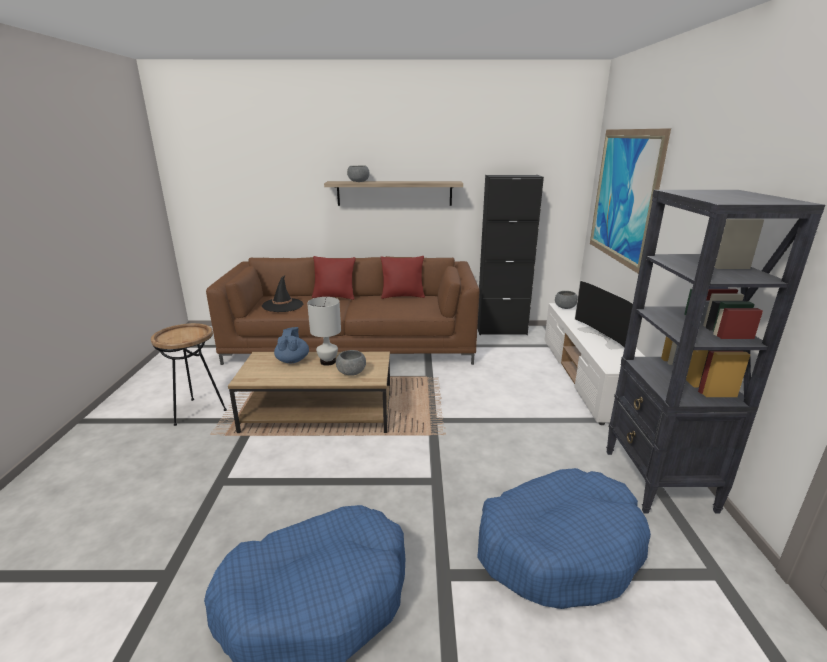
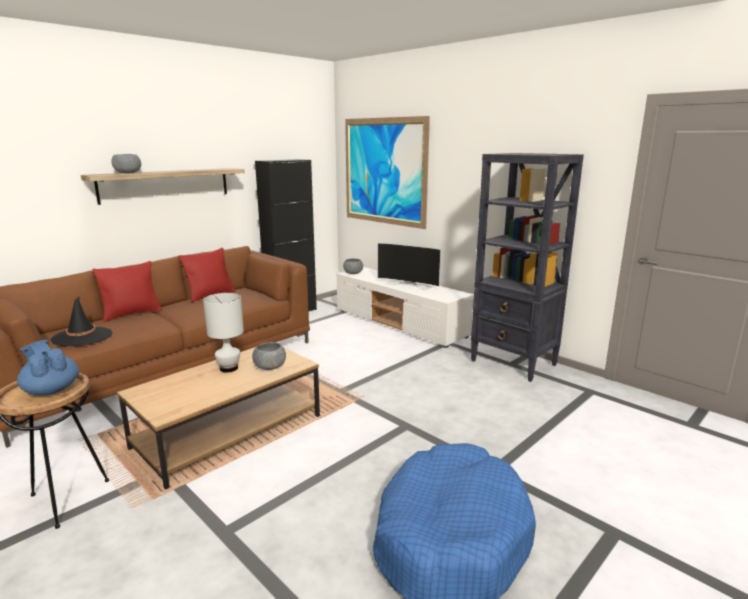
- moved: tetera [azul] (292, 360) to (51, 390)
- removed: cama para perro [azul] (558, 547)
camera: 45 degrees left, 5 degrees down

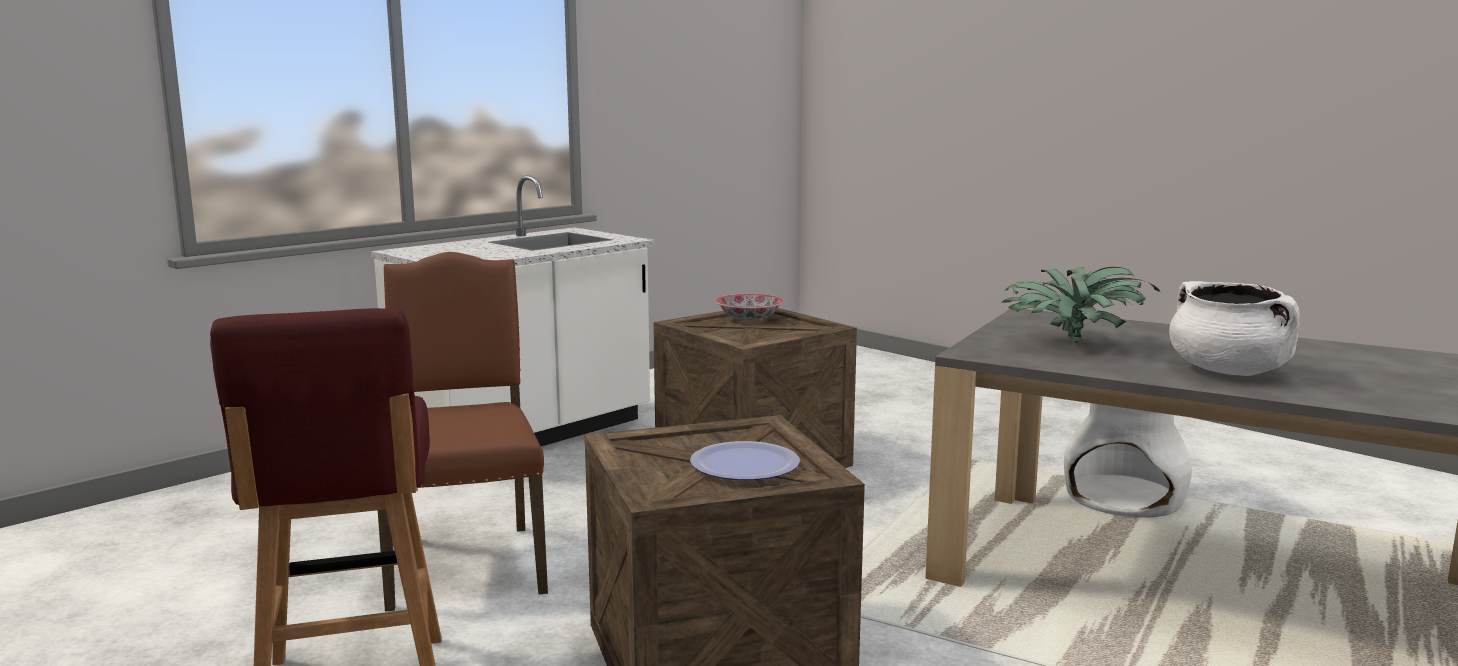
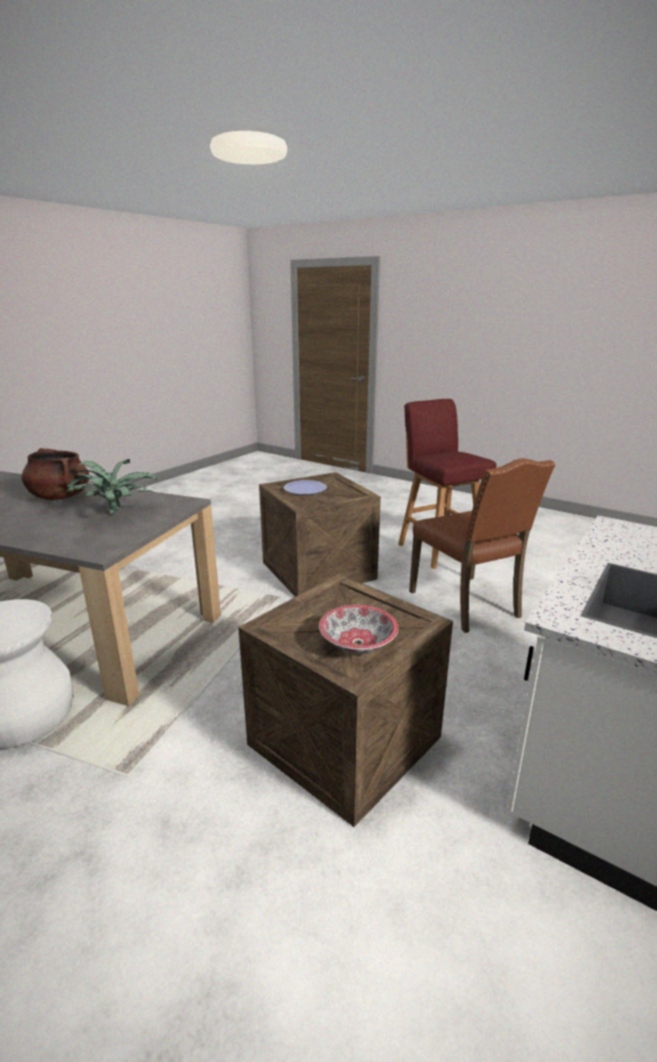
- recoloured: olla [blanco] (1229, 371) to olla [marrón] (60, 496)
camera: 170 degrees right, 10 degrees up

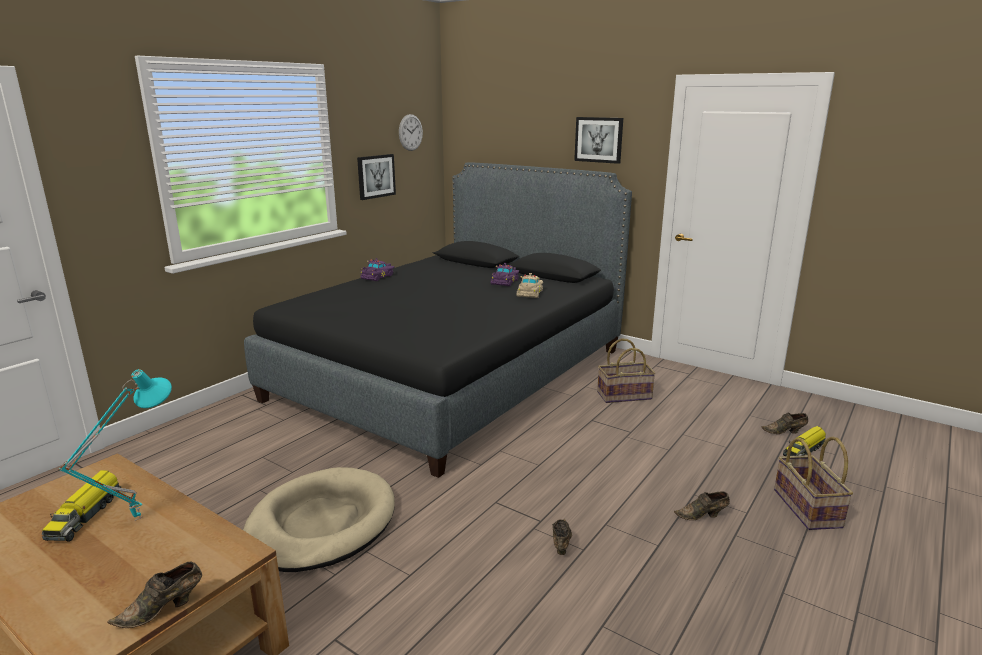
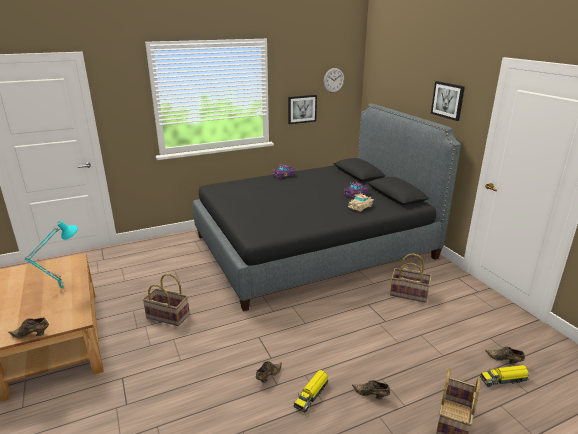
- replaced: cama para perro [beis] (321, 524) to cesta (167, 316)
- moved: camión de juguete (86, 515) to (311, 394)
camera: 30 degrees right, 5 degrees up

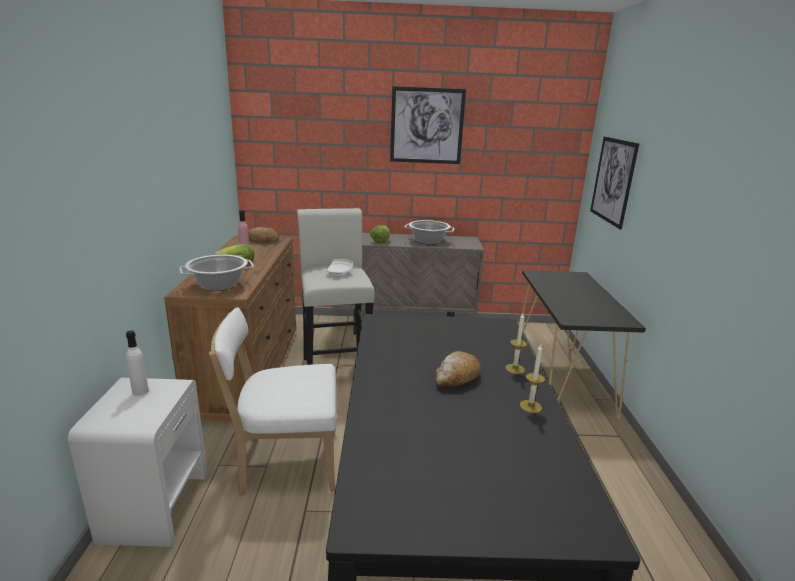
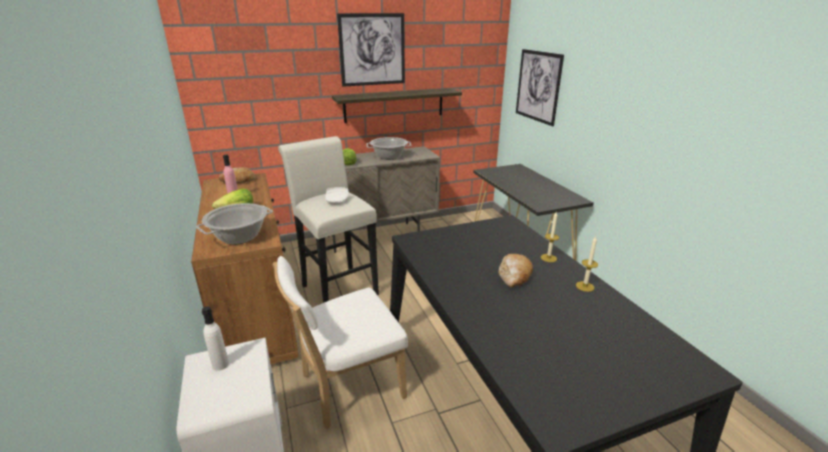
- added: estante (394, 105)
camera: 20 degrees left, 5 degrees up

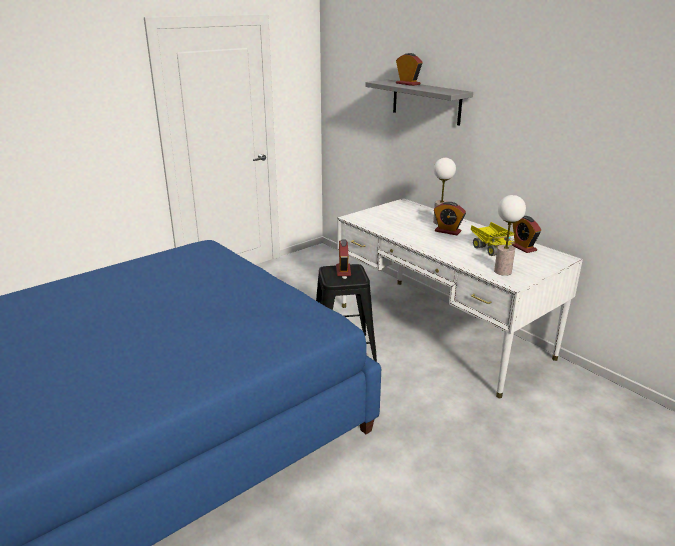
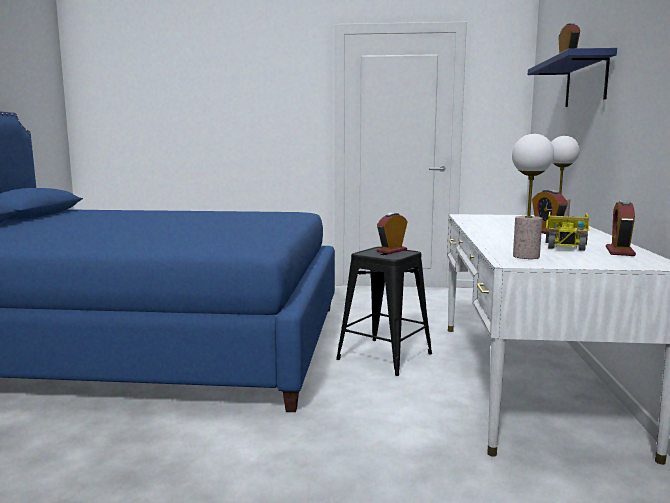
- recoloured: estante [gris] (426, 102) to estante [azul] (586, 81)
camera: 45 degrees right, 15 degrees down

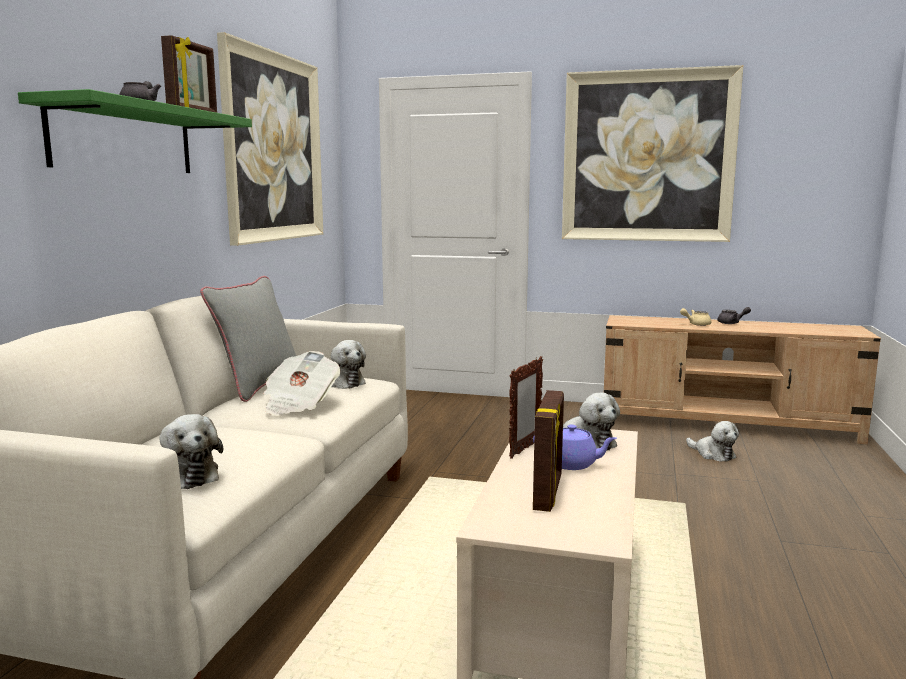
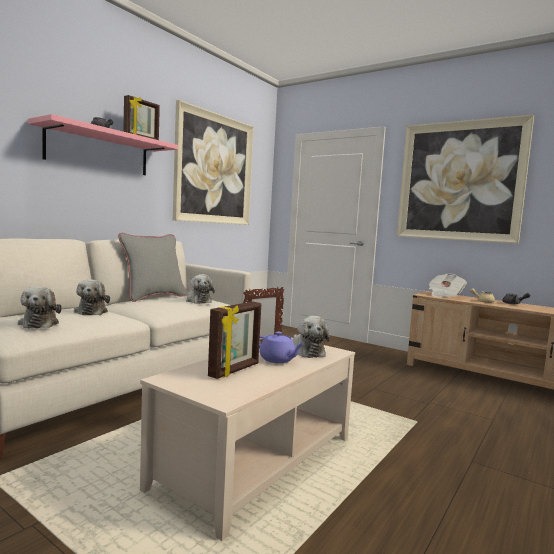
- recoloured: estante [verde] (124, 139) to estante [rosa] (99, 151)
- moved: periódico (299, 404) to (444, 295)
- moved: peluche (713, 454) to (91, 311)
camera: 20 degrees right, 5 degrees down

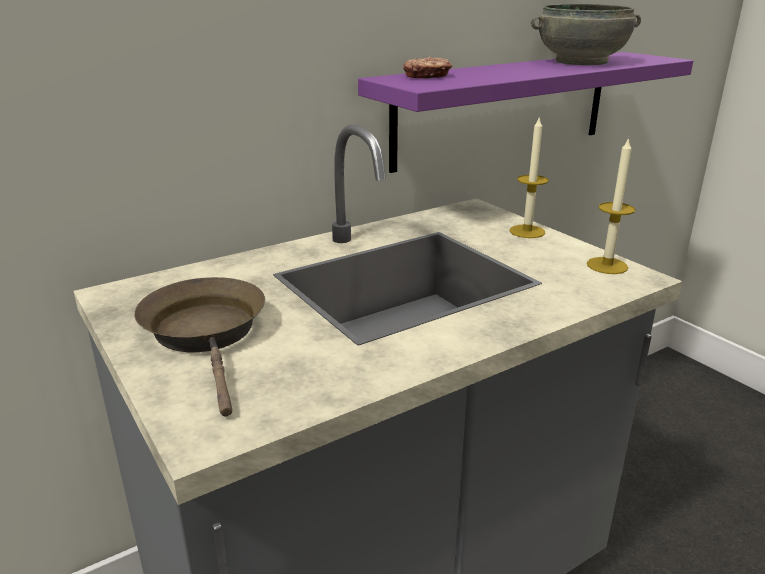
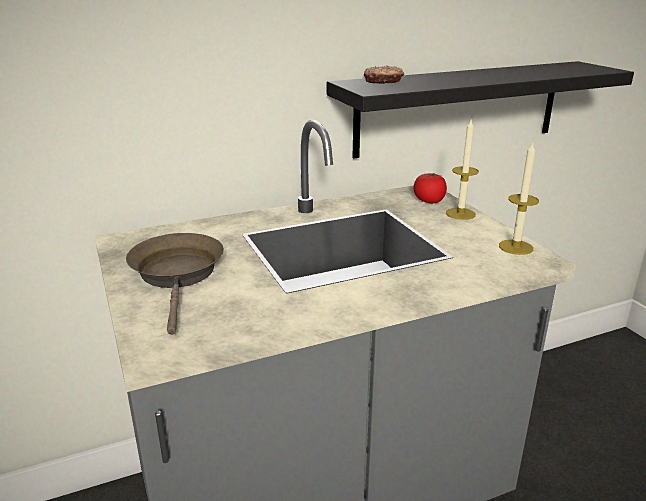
- removed: cuenco [gris] (580, 62)
- recoloured: estante [morado] (504, 108) to estante [negro] (459, 108)
- added: tomate (429, 201)
camera: 10 degrees right, 0 degrees up

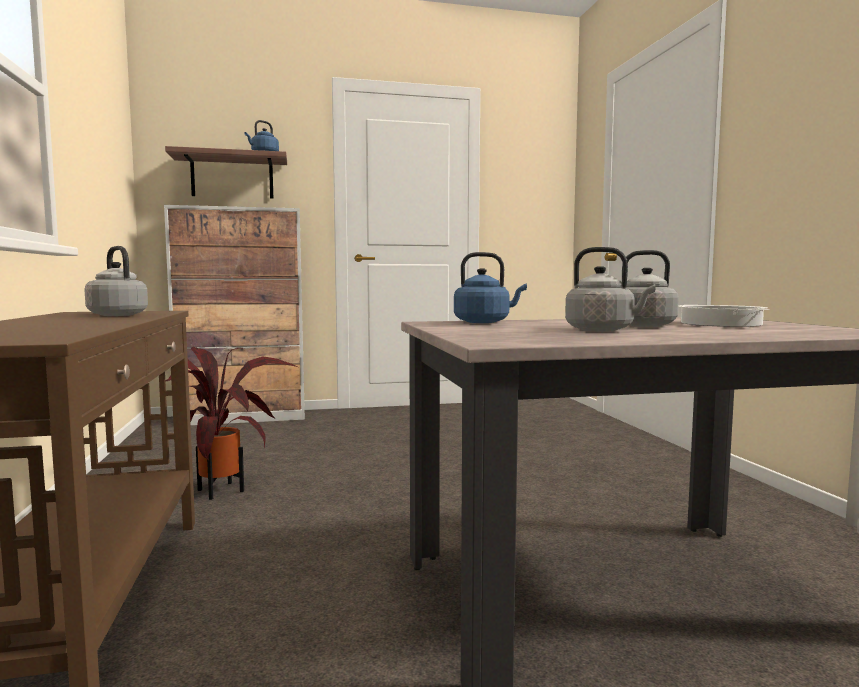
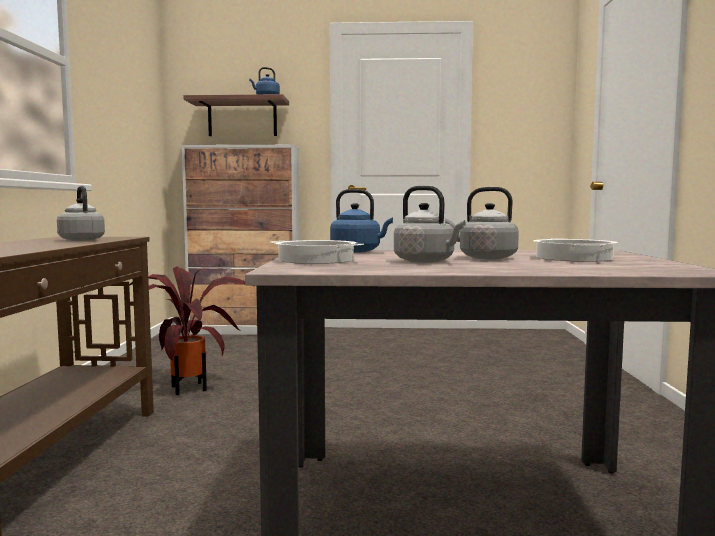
- added: olla (317, 260)
camera: 15 degrees right, 0 degrees up

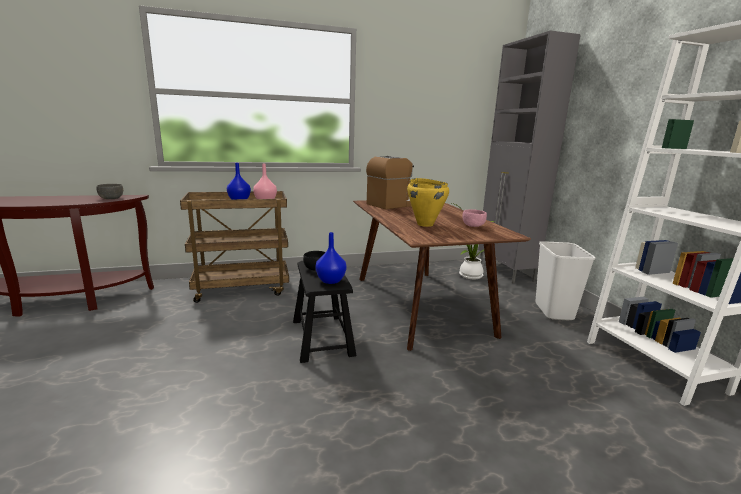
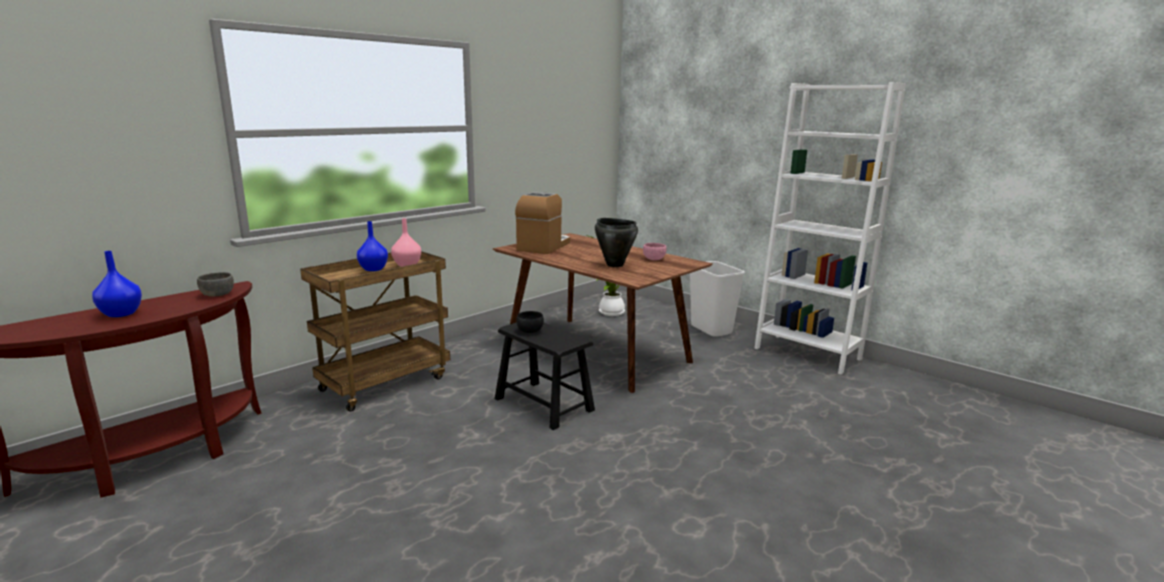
- removed: armario [gris] (505, 272)
- recoloured: olla [amarillo] (425, 224) to olla [negro] (614, 265)
- moved: florero [azul] (330, 280) to (120, 313)
camera: 30 degrees left, 0 degrees up

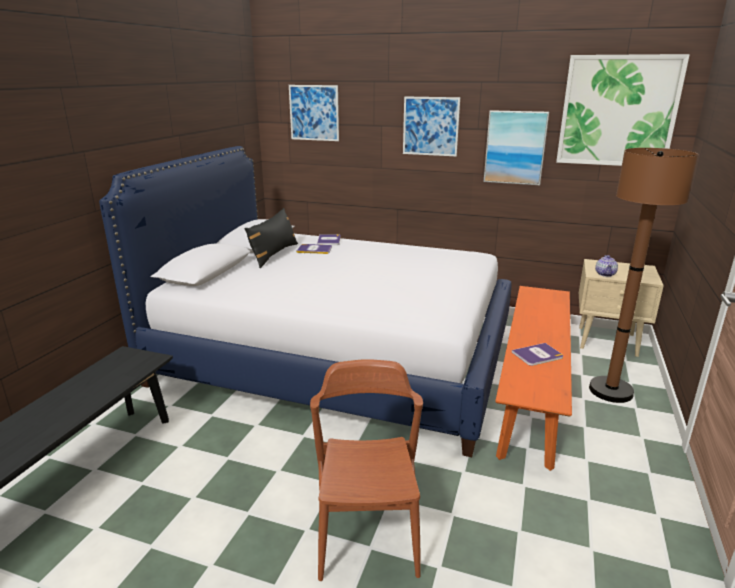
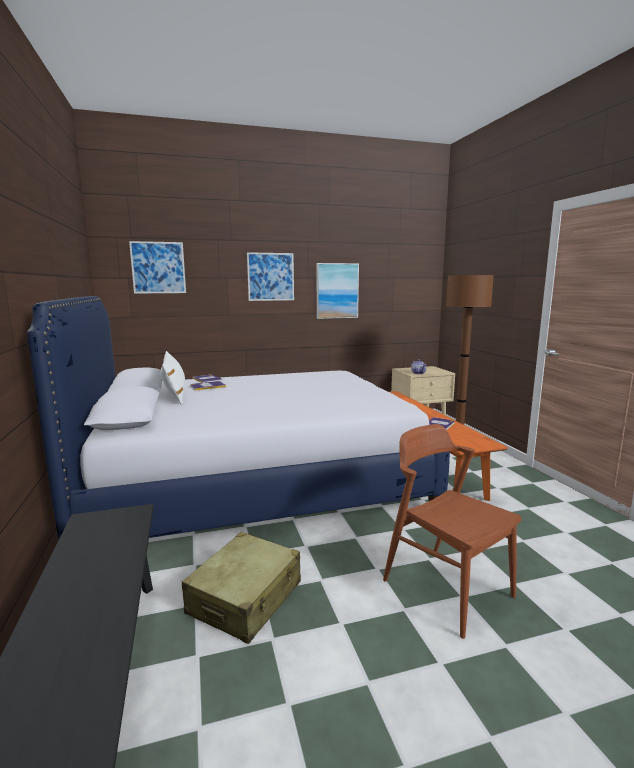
- removed: cuadro (618, 111)
- recoloured: cojín [negro] (273, 254) to cojín [blanco] (174, 394)
- added: maleta [beis] (245, 598)
camera: 35 degrees left, 10 degrees down

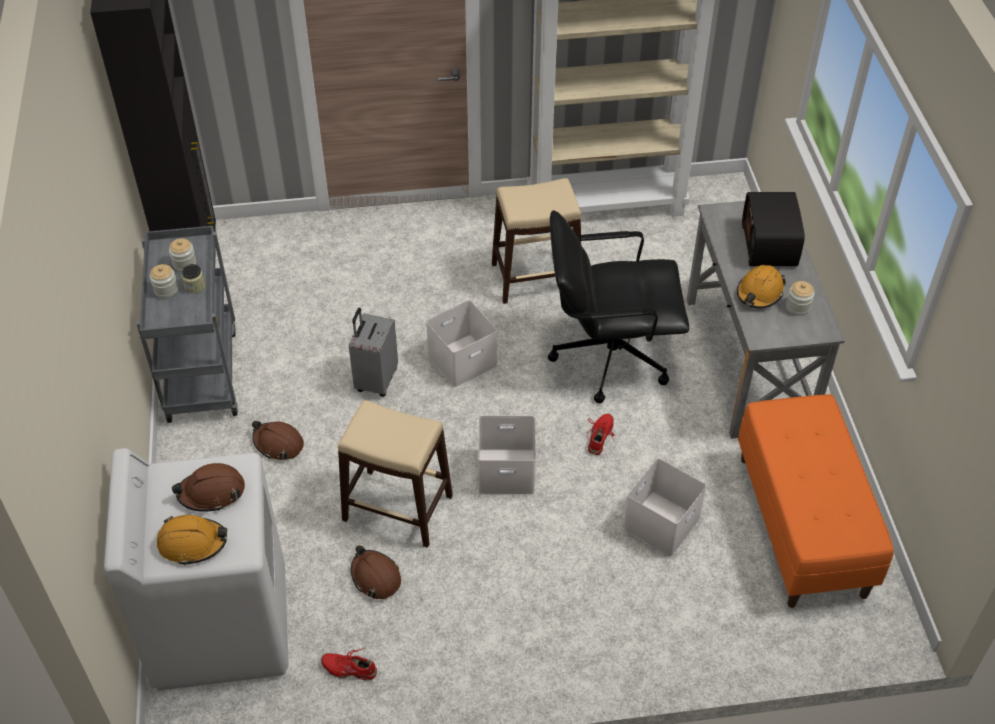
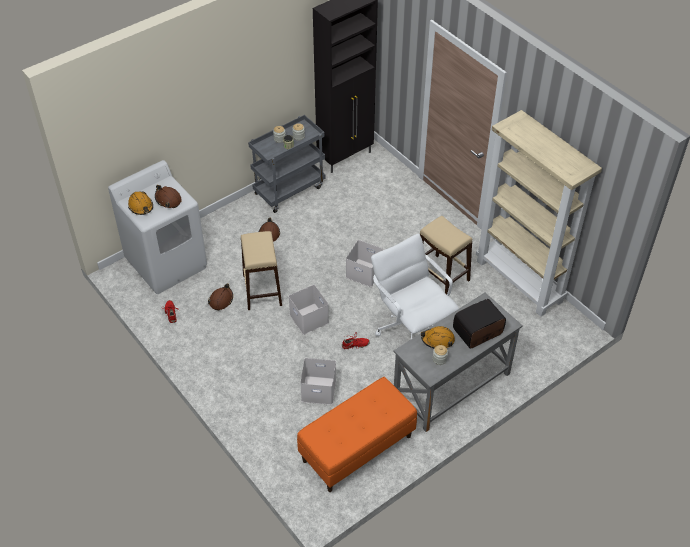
- recoloured: silla de oficina [negro] (609, 356) to silla de oficina [blanco] (411, 327)
- removed: maleta [gris] (375, 380)
camera: 60 degrees right, 0 degrees up

